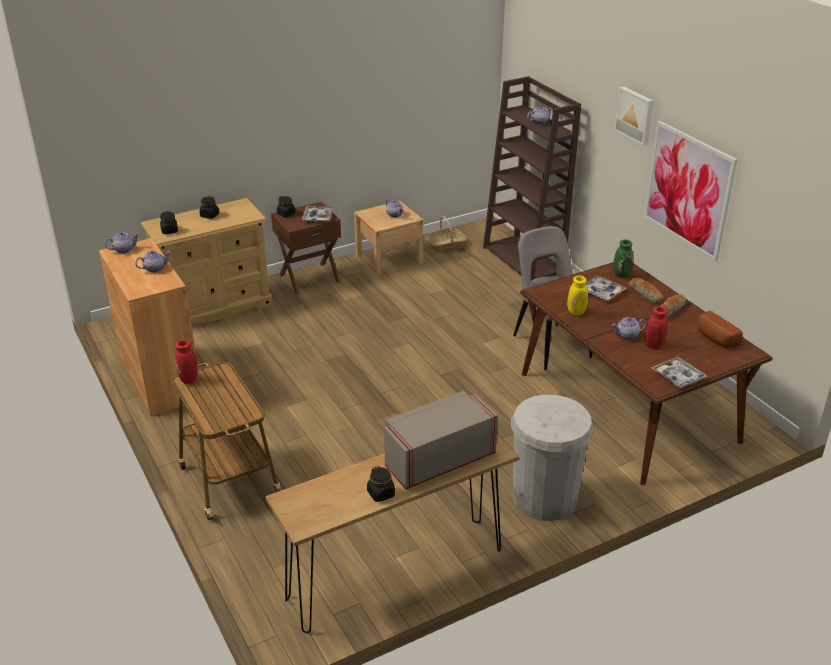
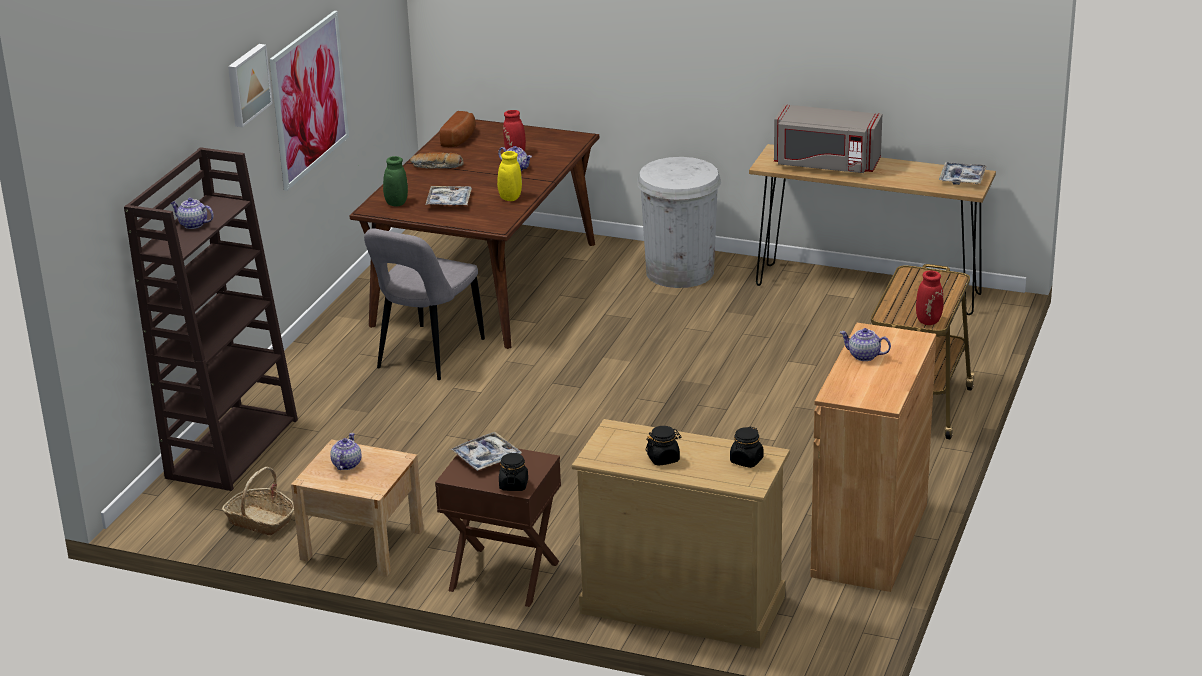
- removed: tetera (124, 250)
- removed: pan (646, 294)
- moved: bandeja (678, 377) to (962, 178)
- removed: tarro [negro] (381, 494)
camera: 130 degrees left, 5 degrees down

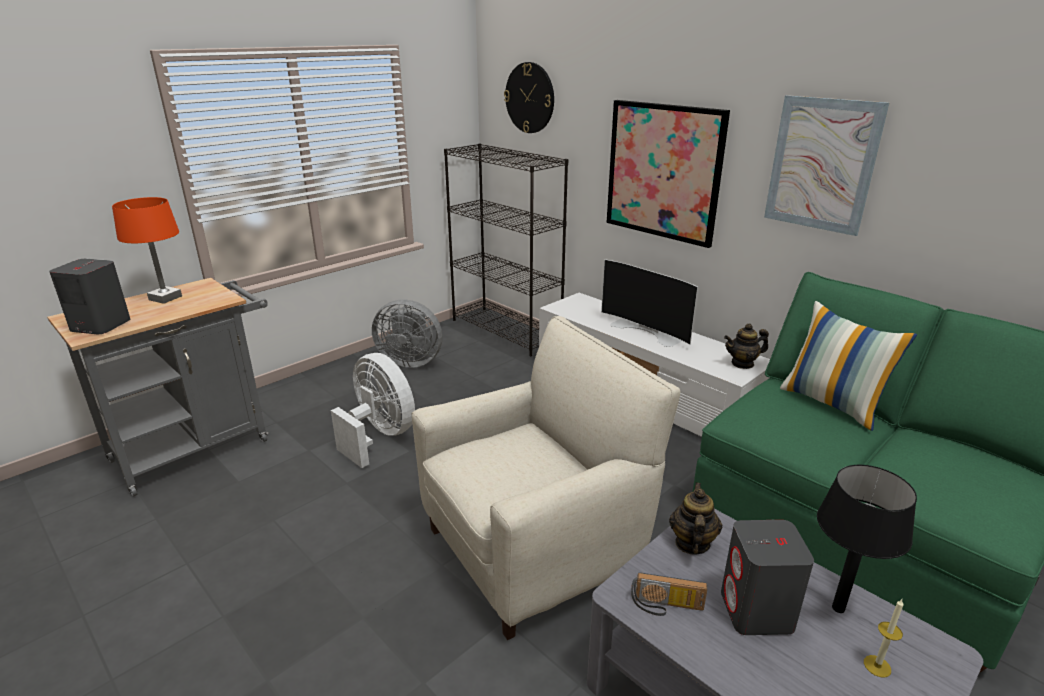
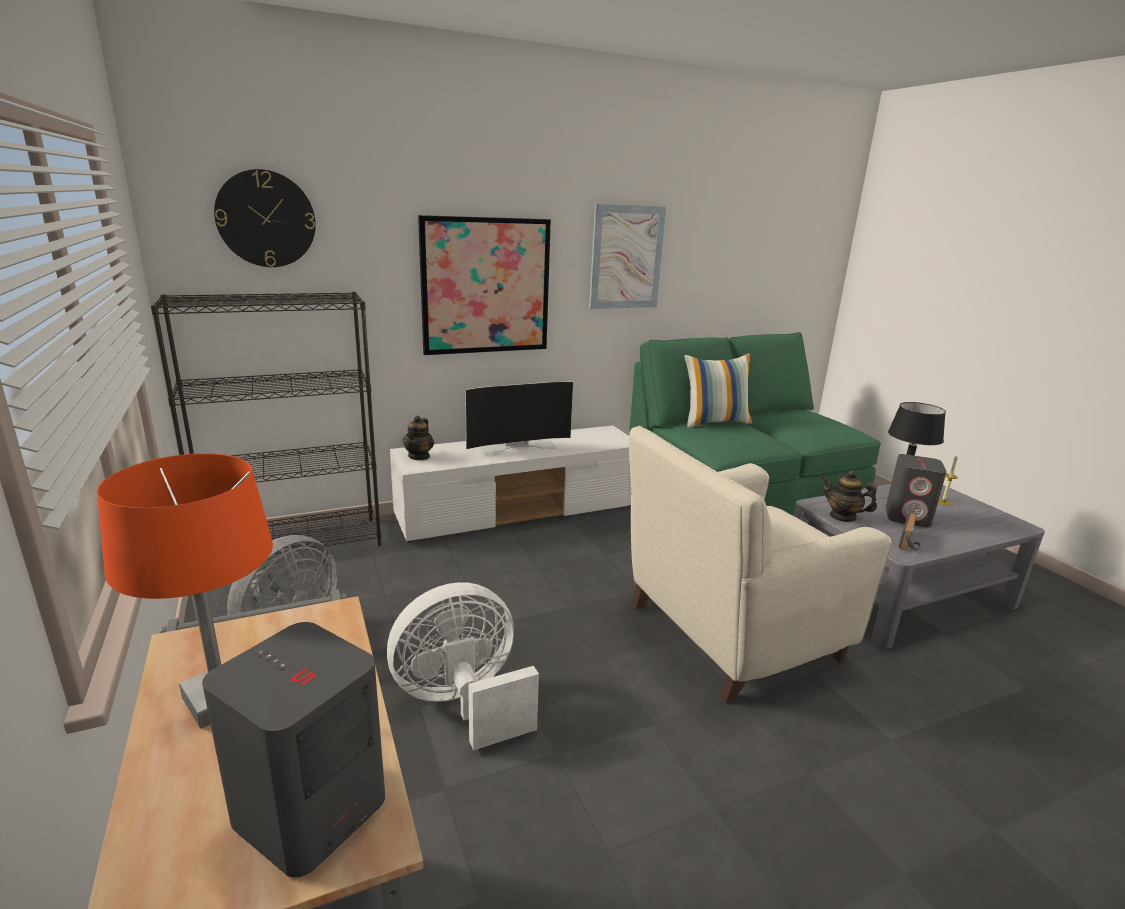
- turned: sillón [beis] (536, 549) = (727, 632) 105 degrees counterclockwise
- moved: tetera (742, 363) to (419, 456)
camera: 70 degrees left, 5 degrees down

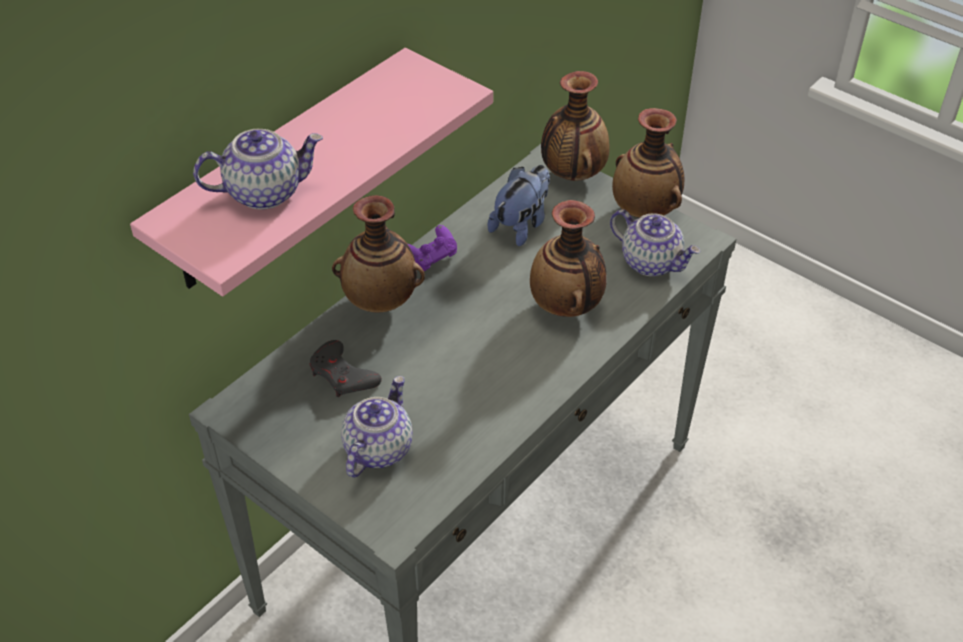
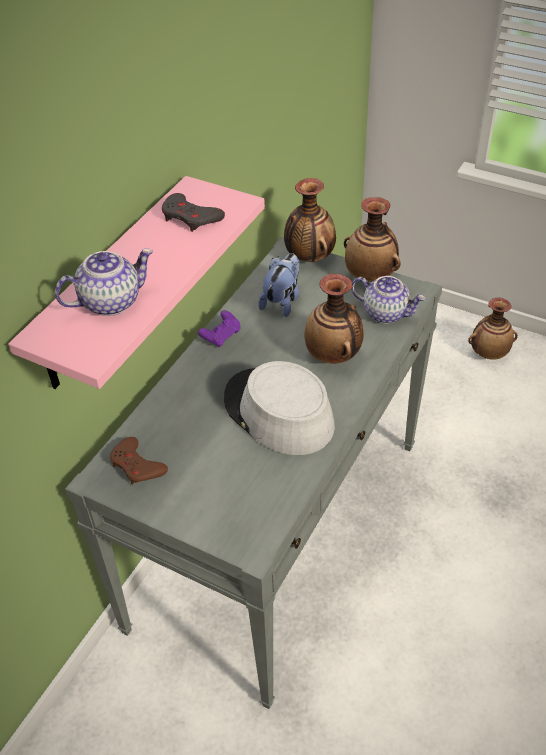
- moved: florero (381, 300) to (489, 353)
- moved: mando de consola [gris] (343, 375) to (191, 217)
- removed: tetera (377, 448)
- added: sombrero [gris] (278, 413)
- added: mando de consola [marrón] (137, 465)
camera: 10 degrees left, 0 degrees up

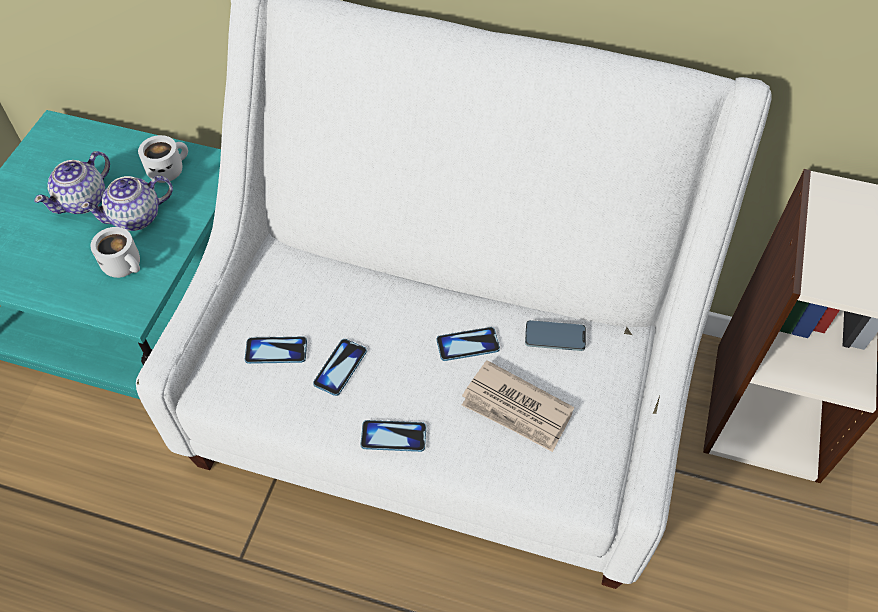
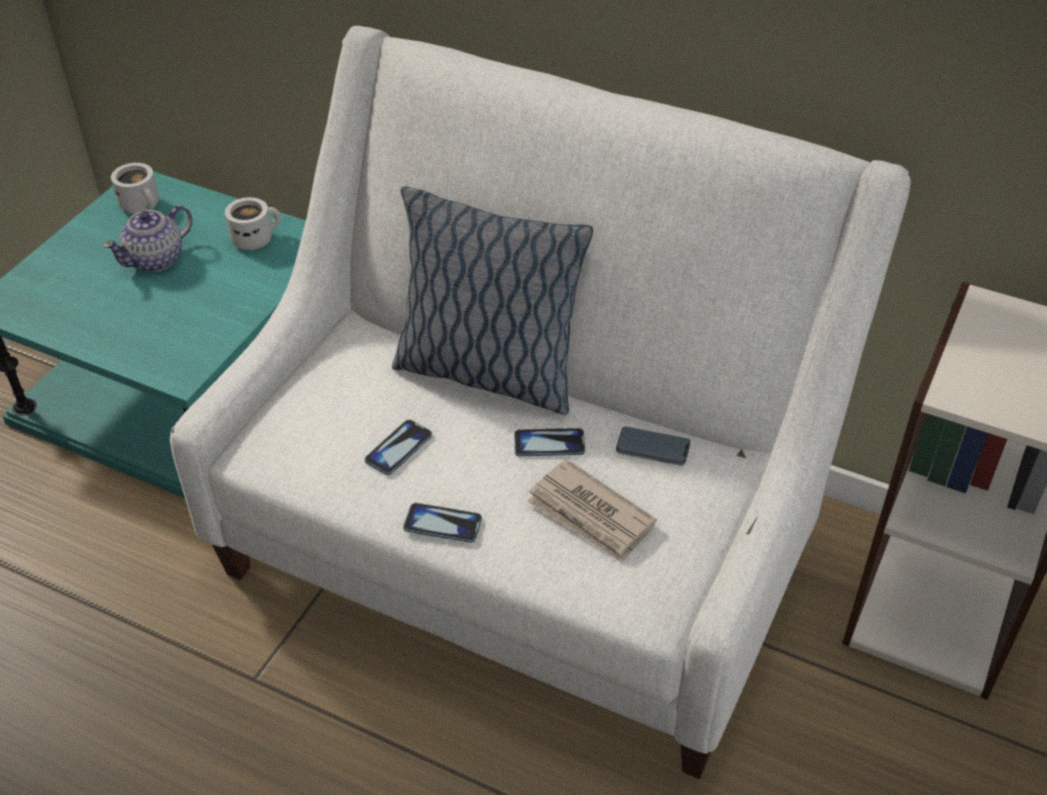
- removed: tetera (137, 217)
- moved: taza grande [blanco] (126, 265) to (143, 205)
- removed: móvil (276, 351)
- added: cojín (486, 373)
camera: 10 degrees right, 10 degrees down

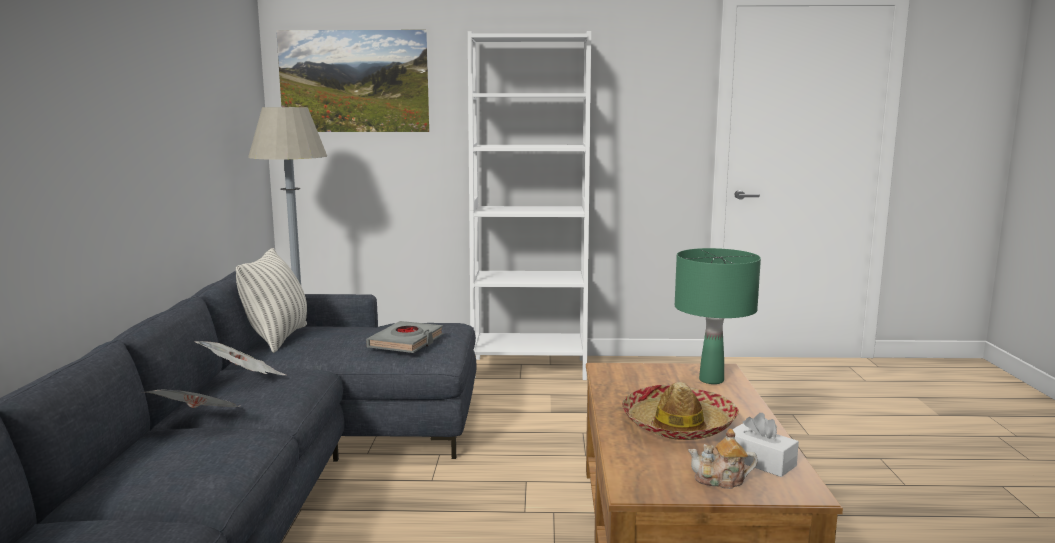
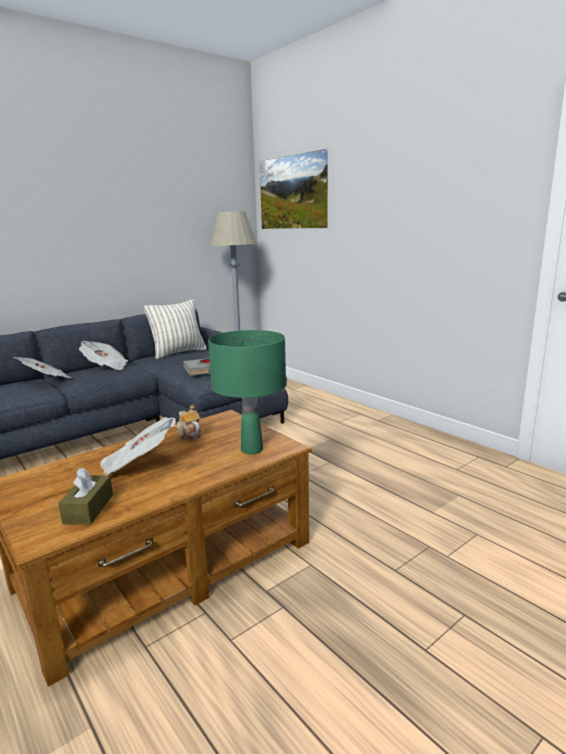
- removed: estantería [blanco] (529, 368)
- replaced: sombrero (678, 425) to periódico (138, 465)
- recoloured: caja de pañuelos [blanco] (760, 461) to caja de pañuelos [marrón] (88, 509)
- moved: tetera (721, 480) to (189, 435)
camera: 50 degrees right, 5 degrees up

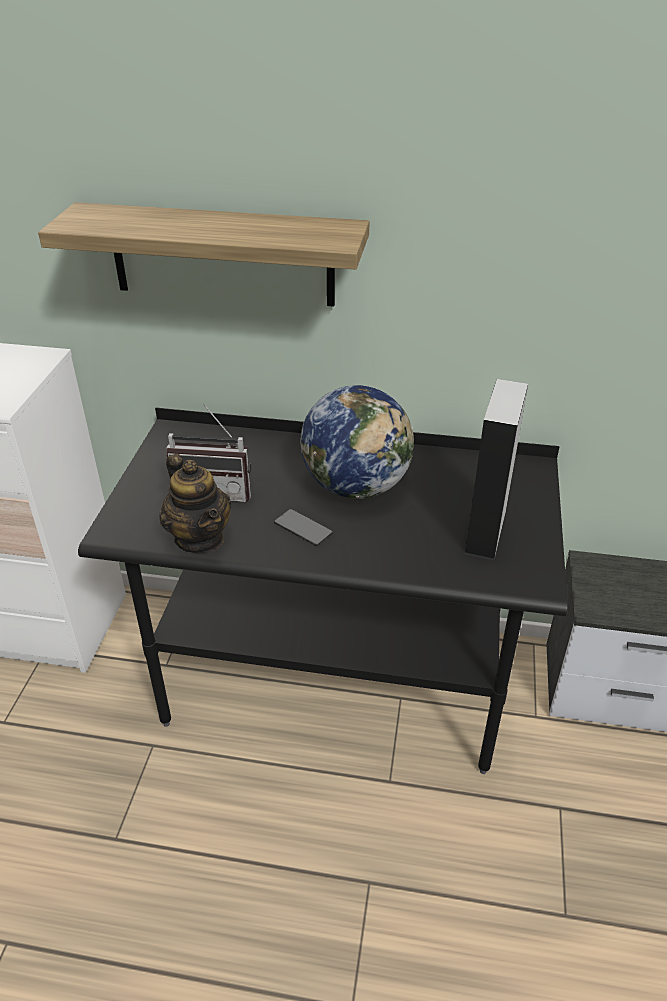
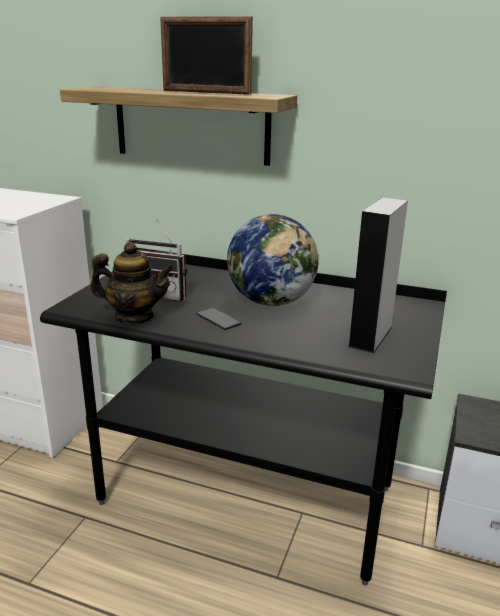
- turned: tetera (200, 538) = (134, 317) 60 degrees counterclockwise
- added: portarretratos (206, 92)
camera: 10 degrees right, 15 degrees down

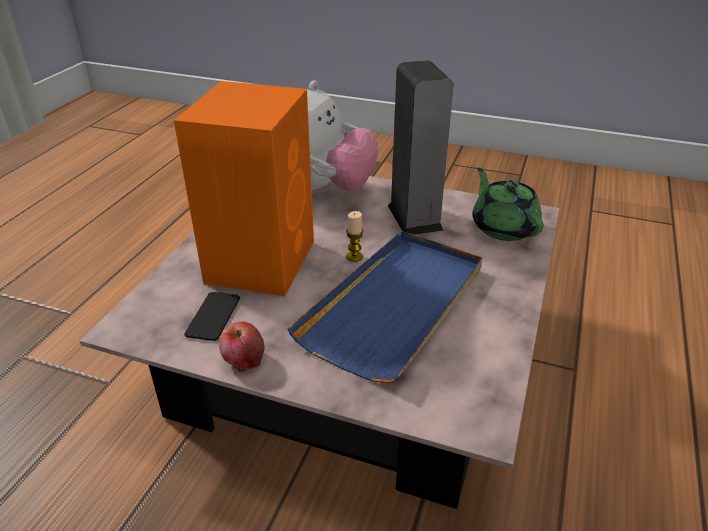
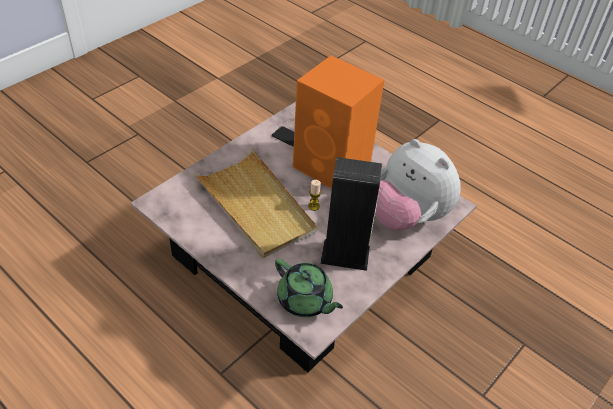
- turned: tetera [verde] (503, 227) = (305, 300) 45 degrees clockwise
- recoloured: bandeja [azul] (396, 305) to bandeja [beis] (256, 206)
- removed: manzana (243, 360)
camera: 110 degrees right, 10 degrees up

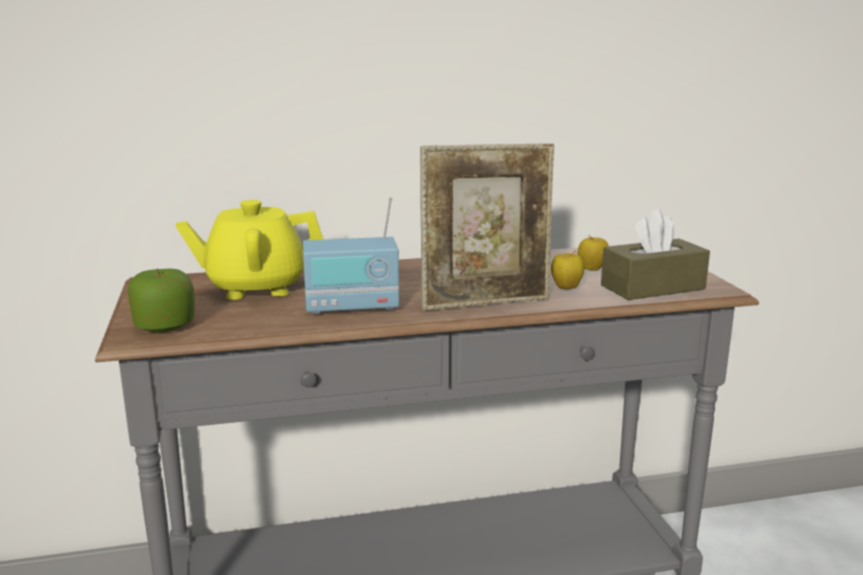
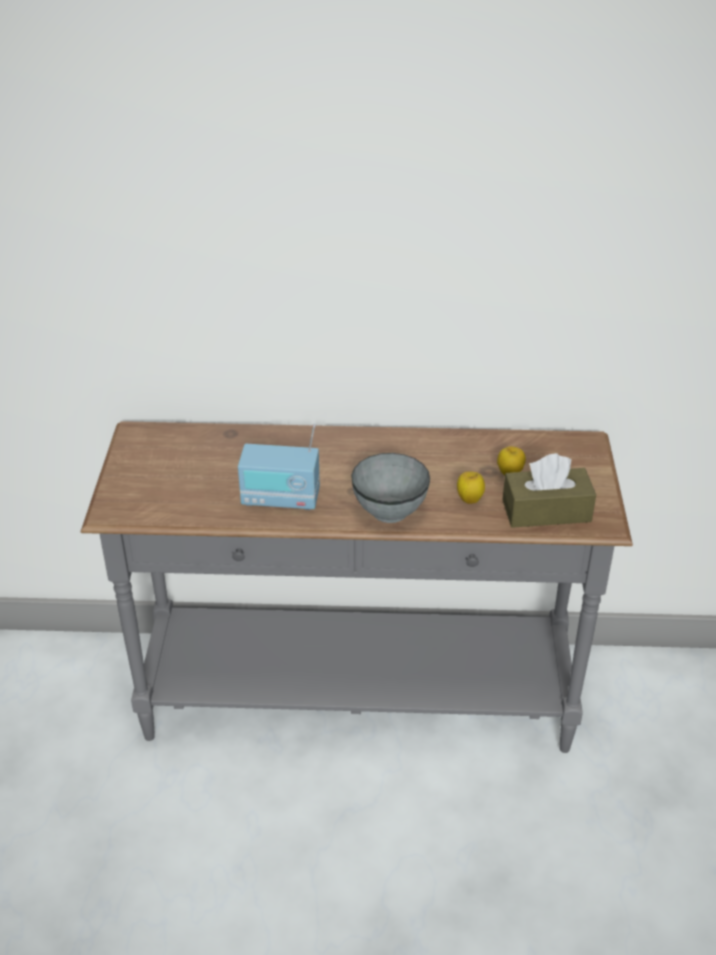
- replaced: portarretratos (486, 302) to cuenco [gris] (390, 511)
- removed: tetera [amarillo] (255, 287)
- removed: manzana (165, 326)
camera: 15 degrees right, 20 degrees up

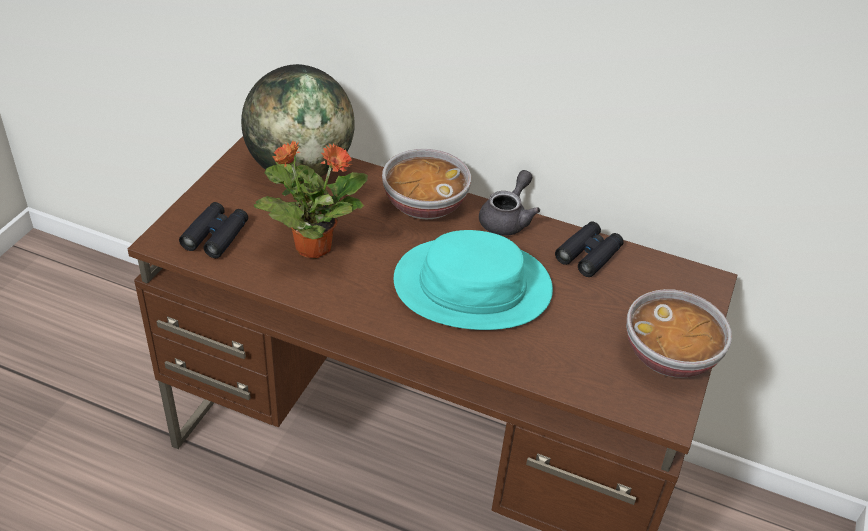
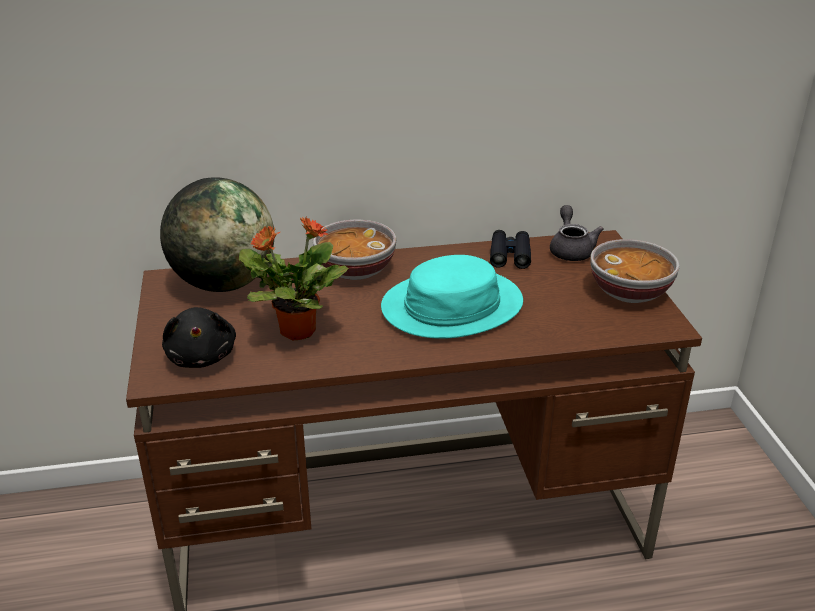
- moved: tetera [gris] (507, 219) to (571, 249)
- replaced: prismáticos [negro] (216, 236) to peluche [negro] (202, 356)
camera: 30 degrees left, 10 degrees down

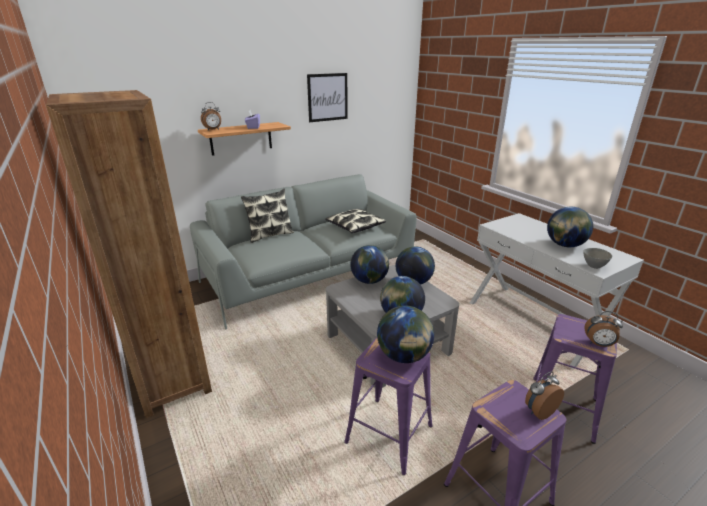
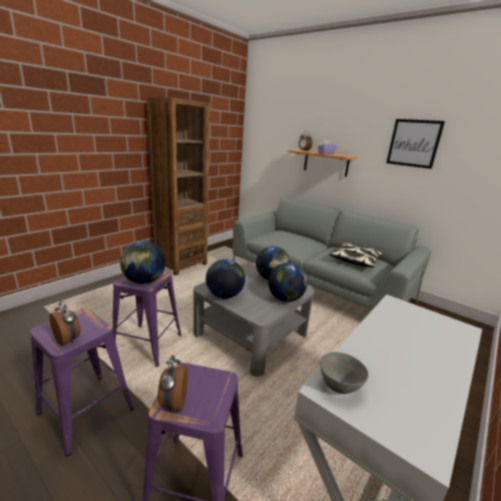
- removed: cojín (270, 235)
- removed: globo terráqueo (564, 245)
camera: 70 degrees right, 5 degrees down

